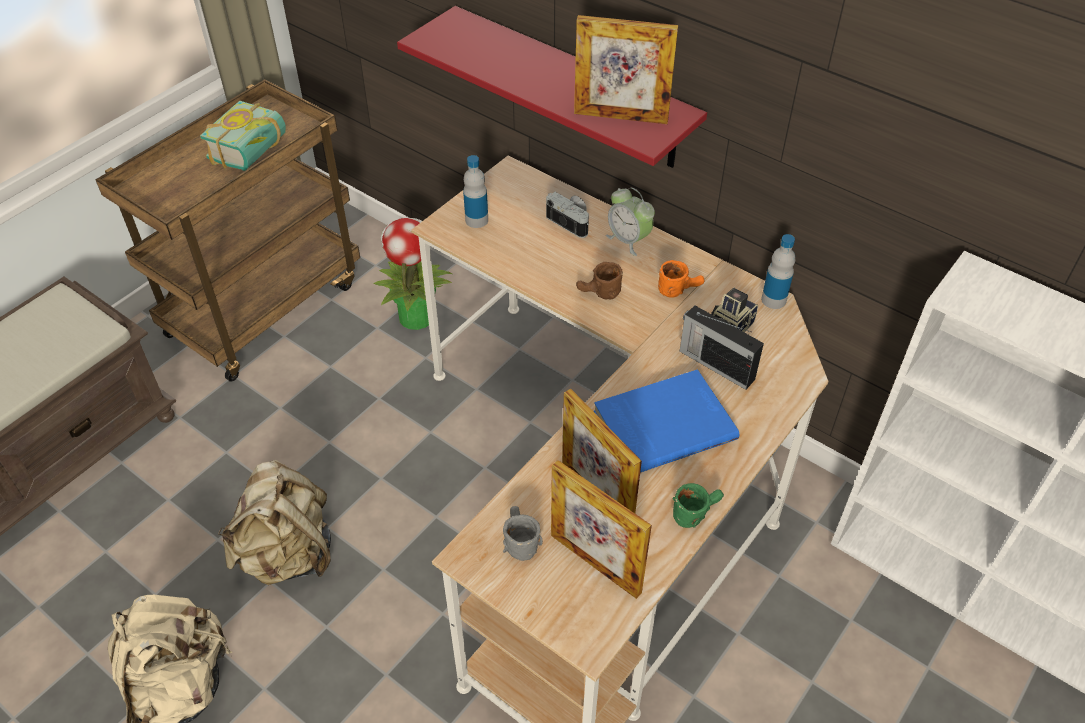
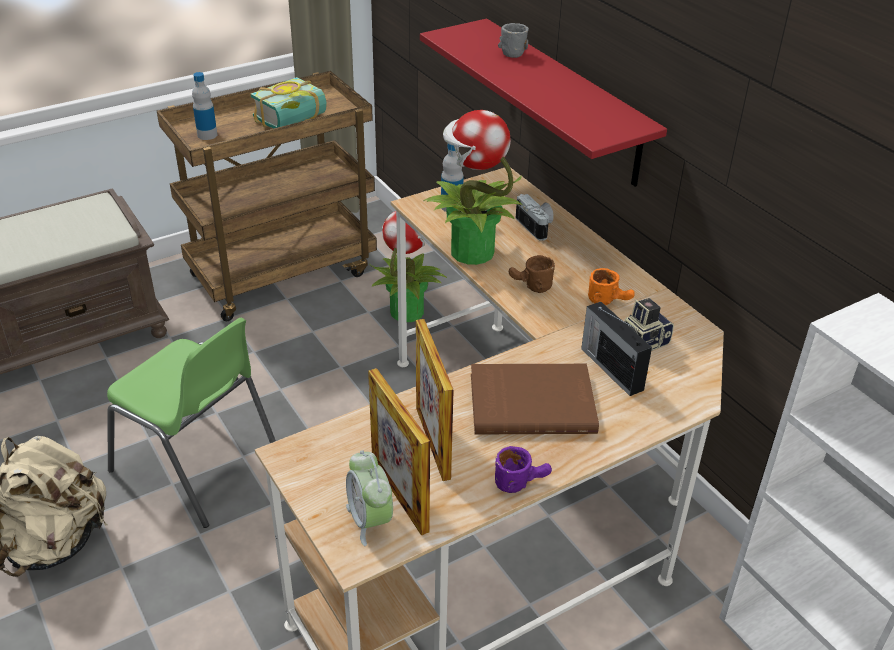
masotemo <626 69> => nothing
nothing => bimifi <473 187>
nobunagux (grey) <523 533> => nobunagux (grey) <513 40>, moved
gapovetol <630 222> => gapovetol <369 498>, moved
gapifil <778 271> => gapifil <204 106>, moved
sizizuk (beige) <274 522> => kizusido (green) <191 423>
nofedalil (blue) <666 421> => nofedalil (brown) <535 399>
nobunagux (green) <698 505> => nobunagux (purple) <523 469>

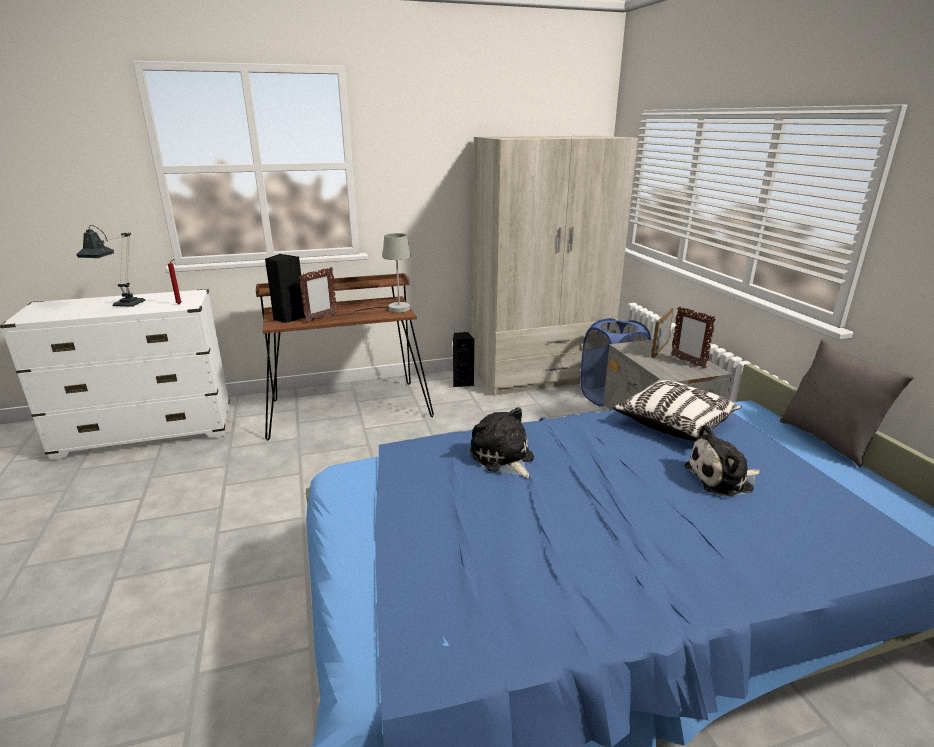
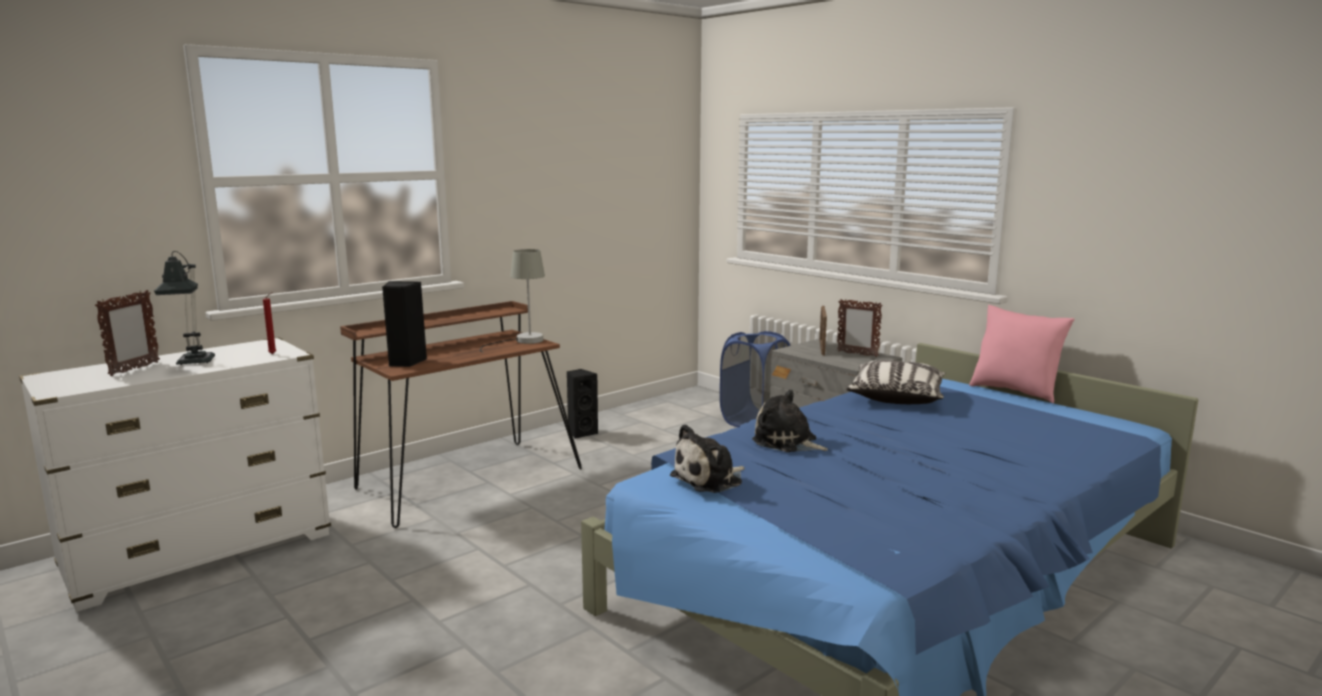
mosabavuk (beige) <555 266> => nothing
masotemo <318 294> => masotemo <127 333>, moved
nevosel <722 461> => nevosel <707 458>, moved
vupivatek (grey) <847 403> => vupivatek (pink) <1022 354>

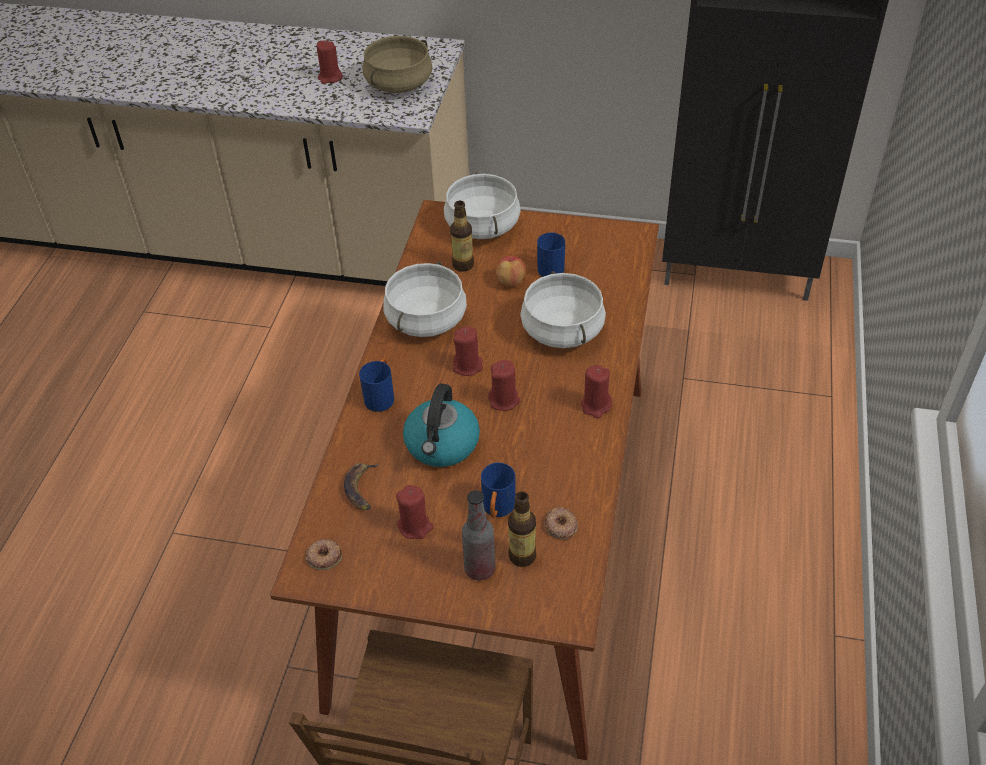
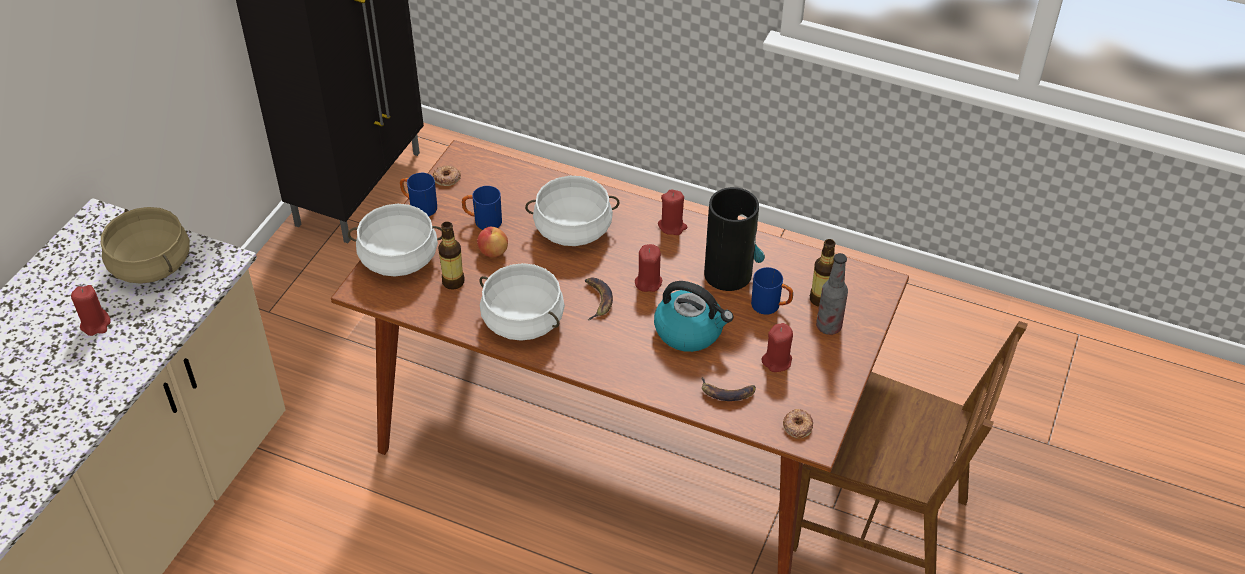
nothing => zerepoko <734 239>
nobunagux (blue) <376 385> => nobunagux (blue) <418 195>, moved
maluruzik <561 523> => maluruzik <447 175>, moved
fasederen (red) <468 351> => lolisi <599 299>

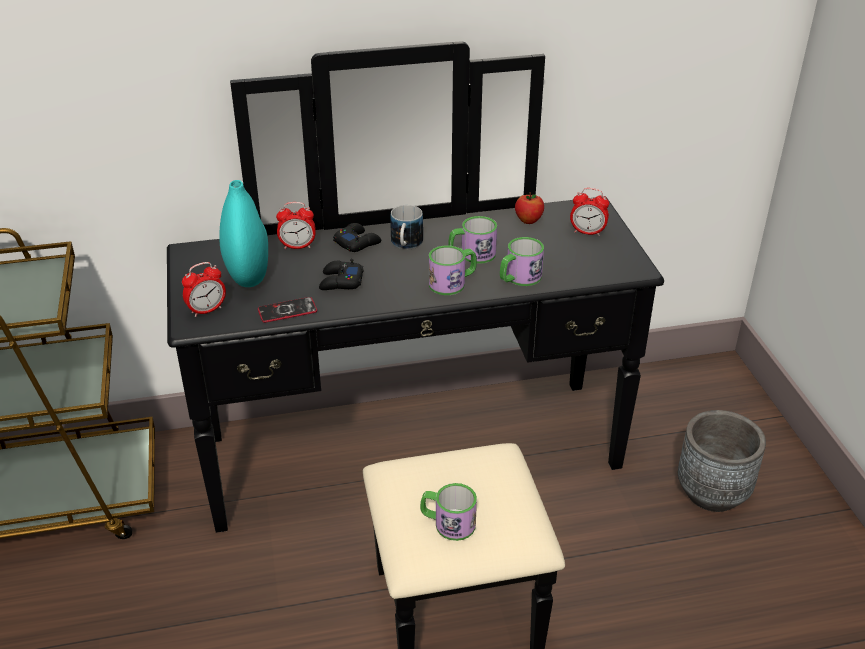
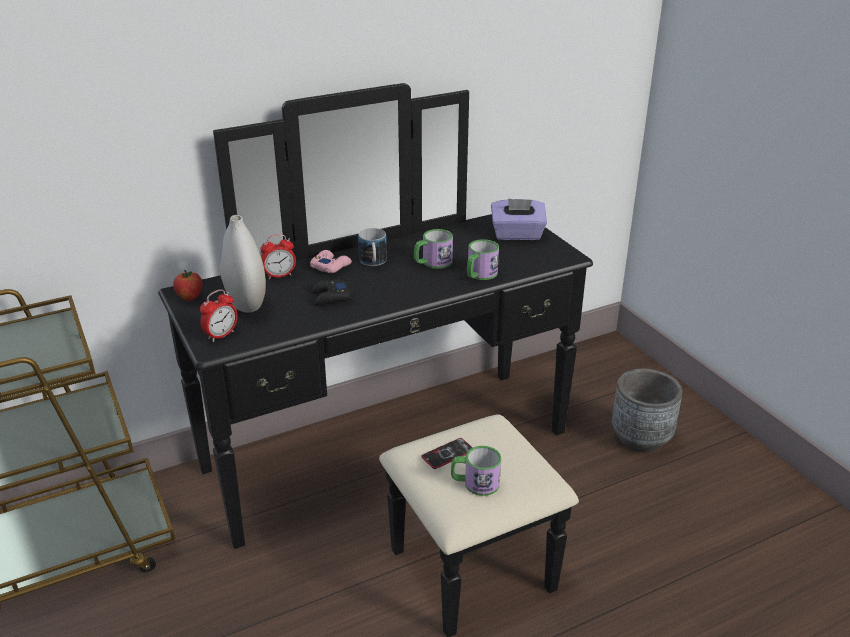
nobunagux <453 270> => nothing
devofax <287 310> => devofax <447 453>, moved
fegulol <529 208> => fegulol <187 285>, moved
gapovetol <589 212> => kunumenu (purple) <519 219>
zerepoko (turquoise) <243 233> => zerepoko (white) <243 264>
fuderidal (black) <357 237> => fuderidal (pink) <331 261>

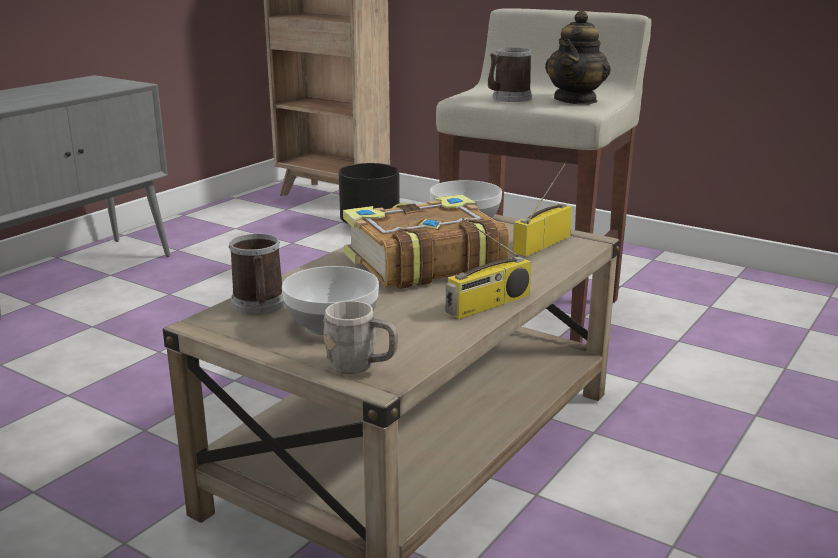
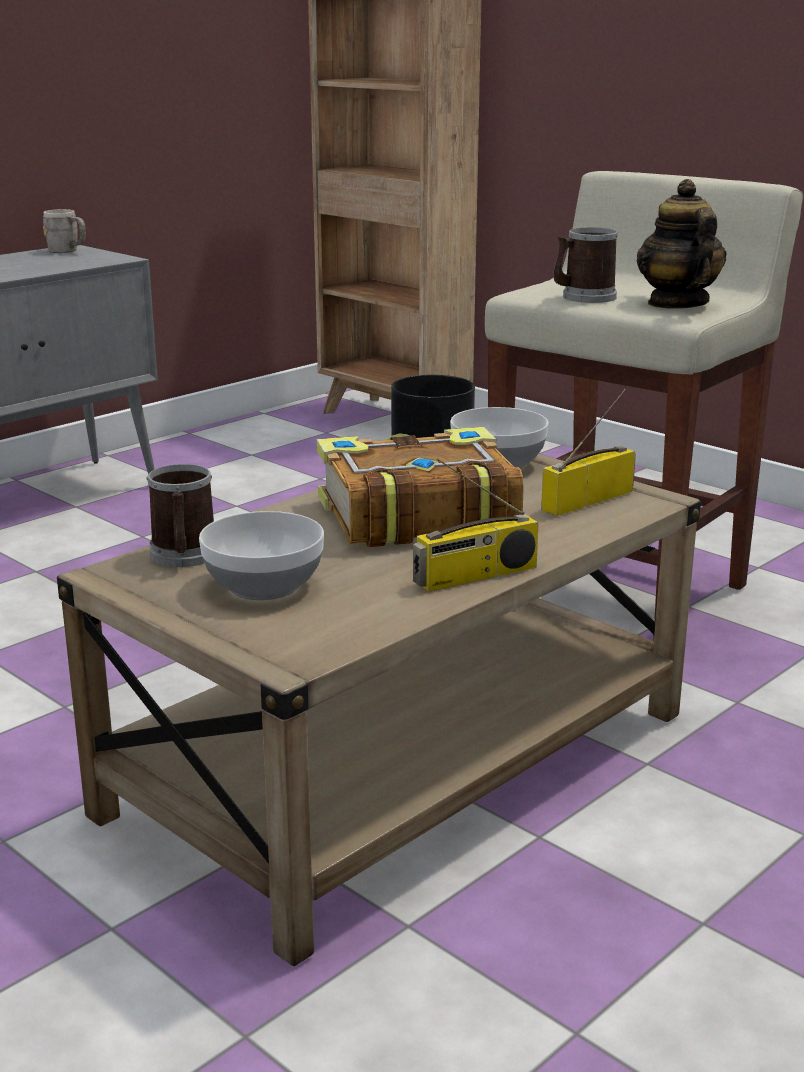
nobunagux (grey) <360 337> => nobunagux (grey) <64 231>, moved
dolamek <578 57> => dolamek <681 244>, 135 degrees clockwise

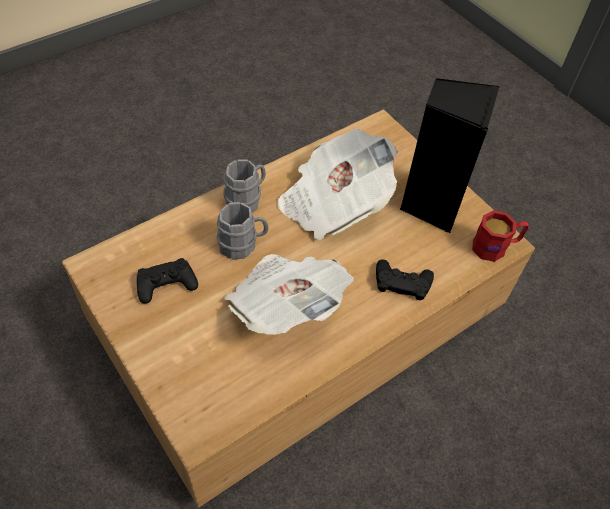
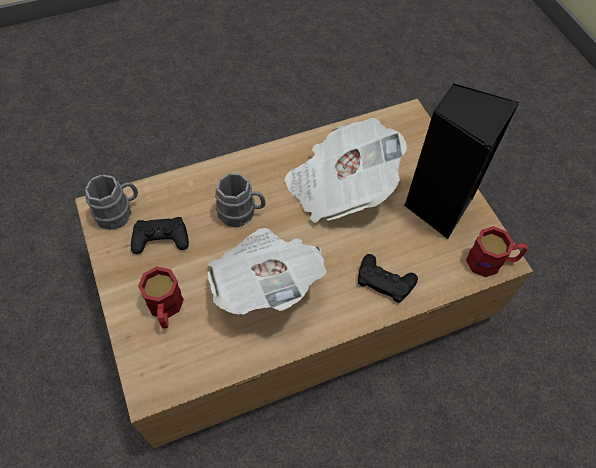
nothing => nobunagux (red) <161 298>
nobunagux (grey) <244 186> => nobunagux (grey) <111 202>, moved

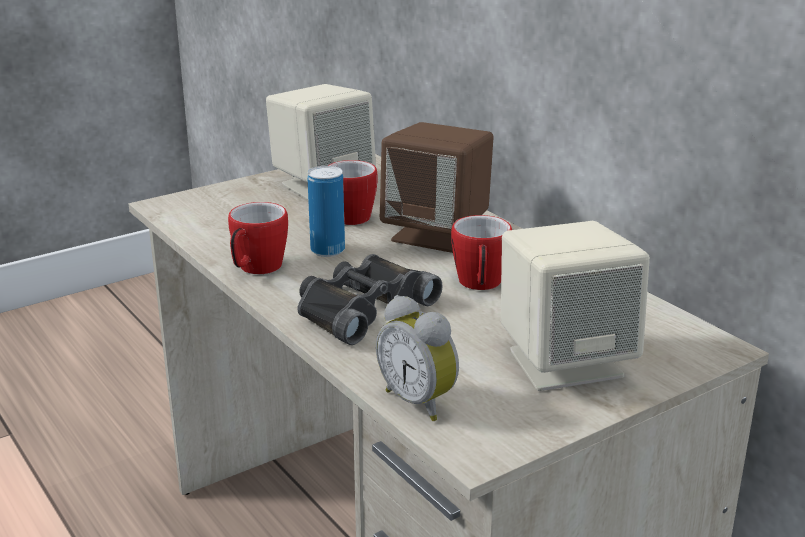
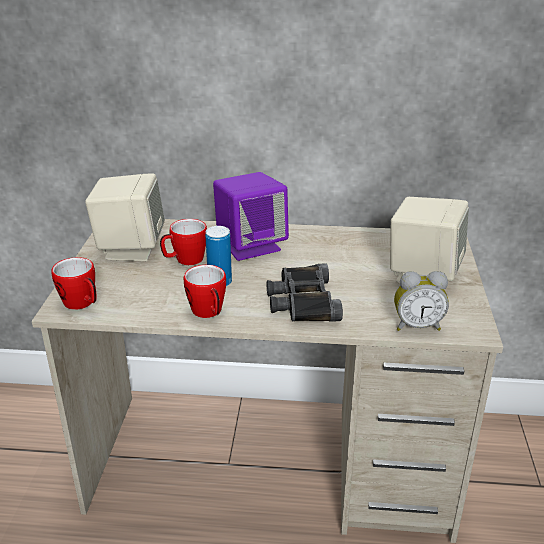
nobunagux <481 252> => nobunagux <73 283>, moved
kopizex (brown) <437 187> => kopizex (purple) <251 216>

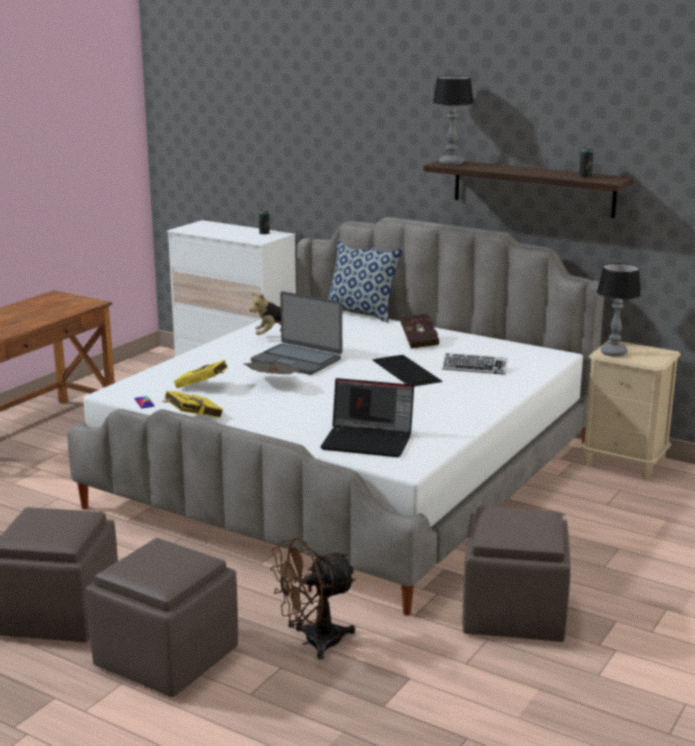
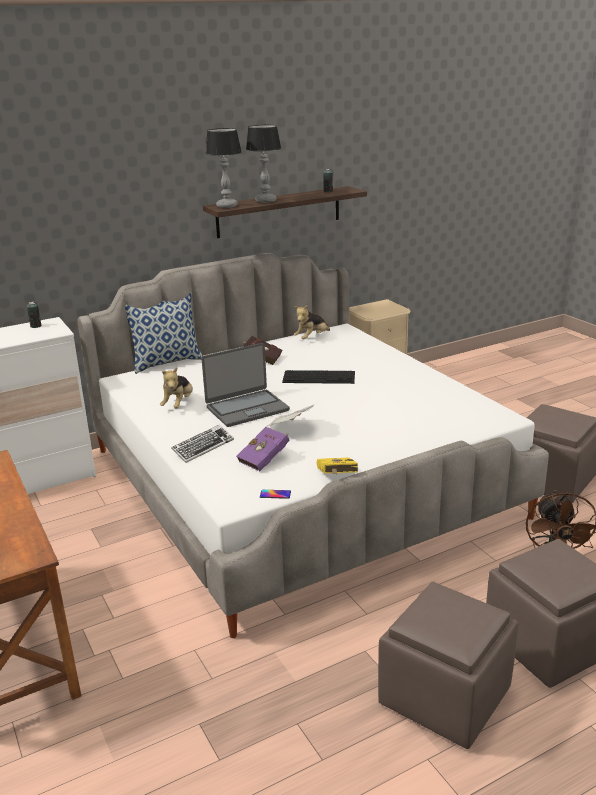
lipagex <367 417> => nothing
nothing => nevosel <312 322>
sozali <475 364> => sozali <202 443>, moved
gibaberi <619 310> => gibaberi <263 164>, moved
nofedalil (yellow) <201 374> => nofedalil (purple) <263 449>

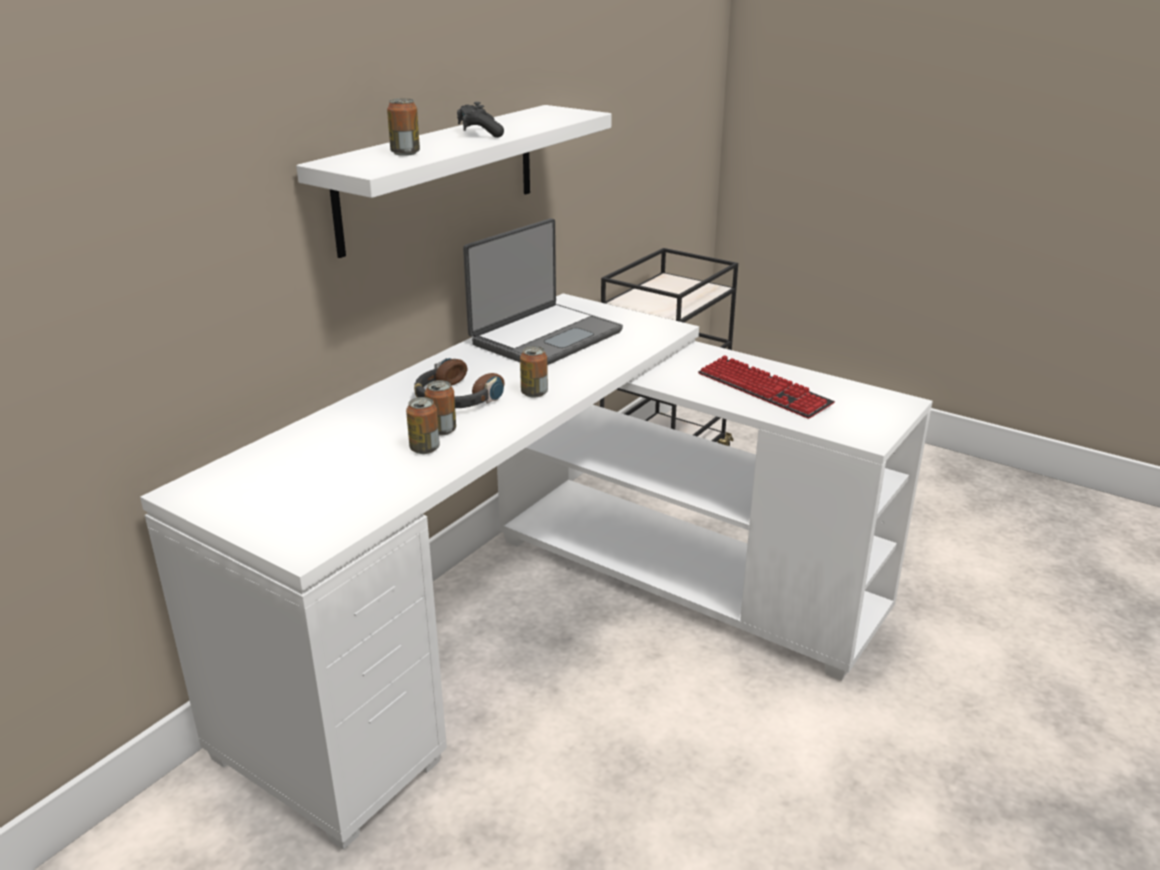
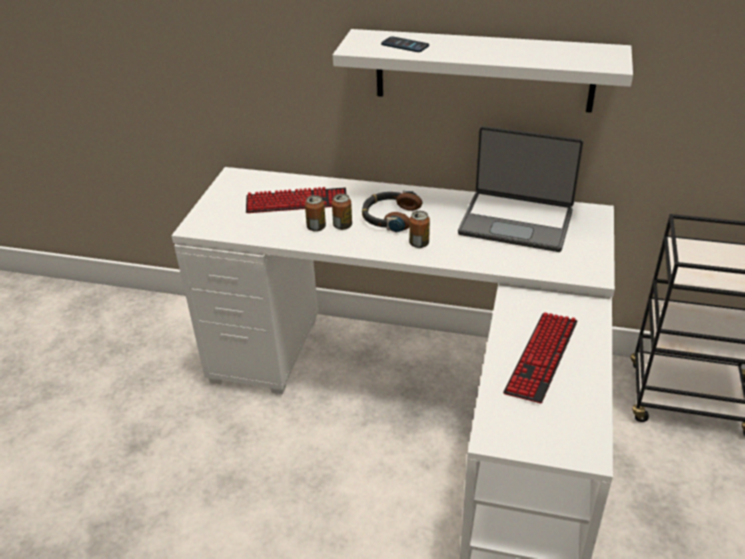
fuderidal (black) <480 120> => nothing
nothing => sozali <296 200>
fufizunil <403 127> => devofax <405 44>

